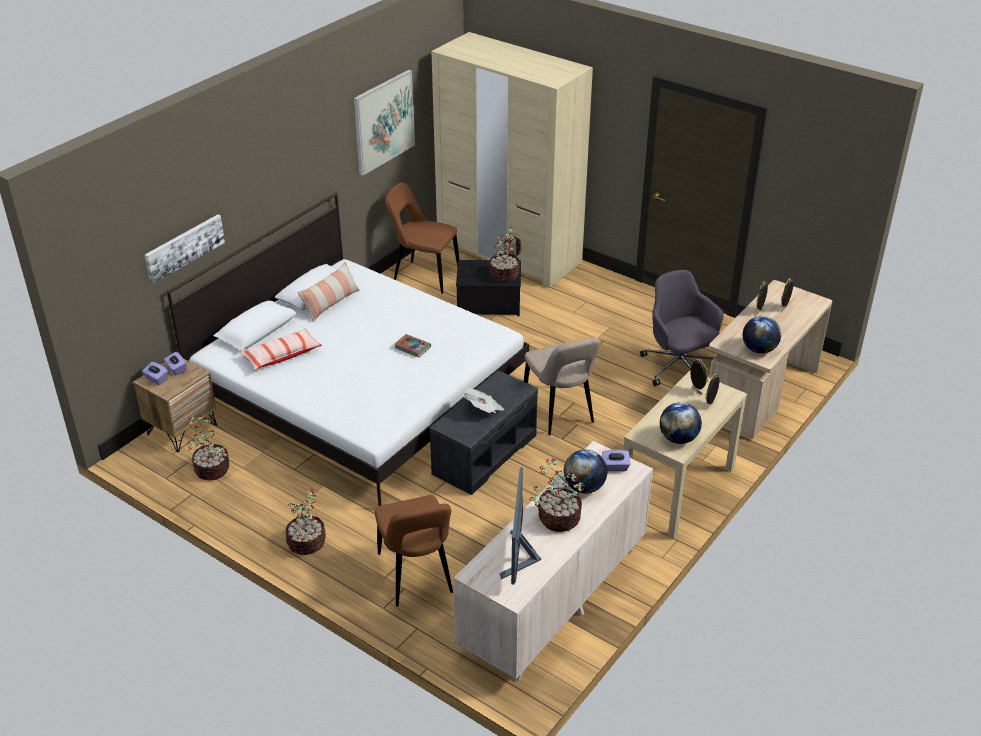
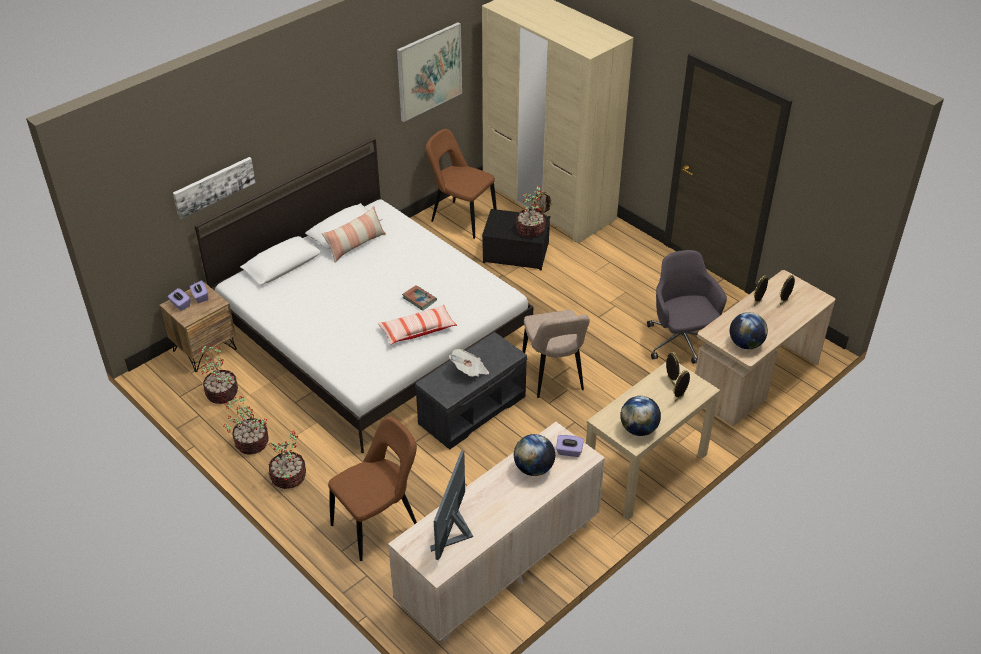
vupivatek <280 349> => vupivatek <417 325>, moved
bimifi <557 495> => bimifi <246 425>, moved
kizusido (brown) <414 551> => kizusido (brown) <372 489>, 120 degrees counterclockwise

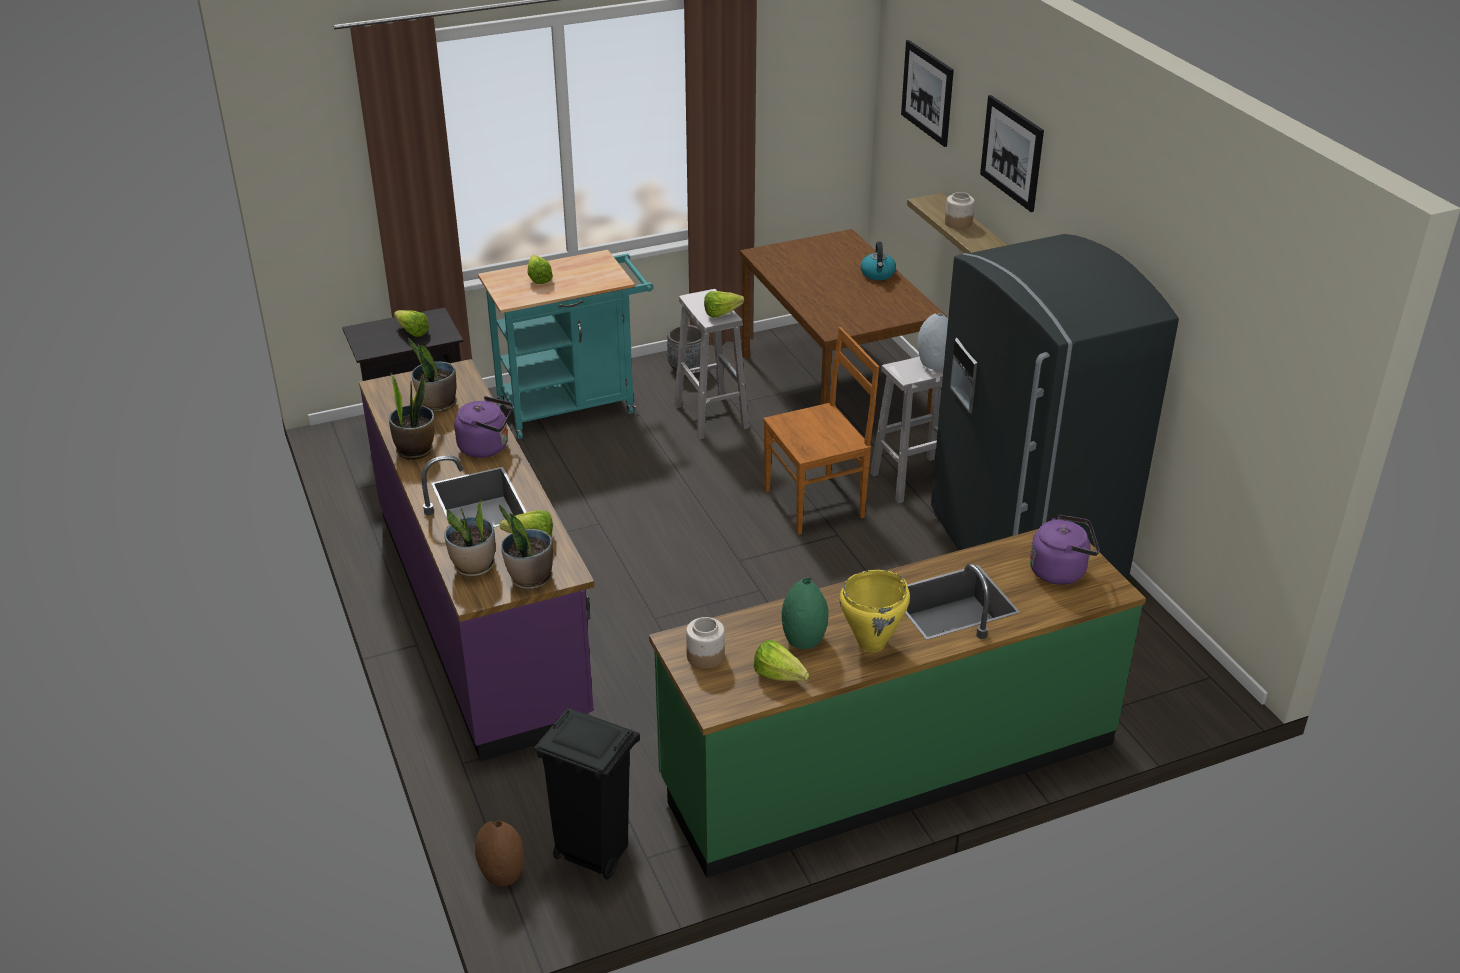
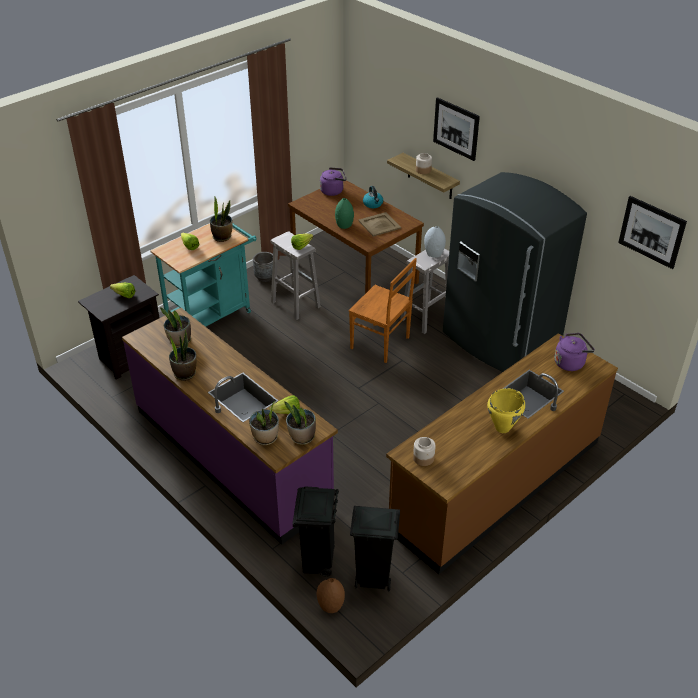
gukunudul <781 660> => nothing
nothing => bimifi <221 219>
nothing => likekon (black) <316 531>
nothing => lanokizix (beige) <379 224>
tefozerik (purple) <483 427> => tefozerik (purple) <333 181>, moved
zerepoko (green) <805 613> => zerepoko (green) <344 213>, moved
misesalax <927 93> => misesalax <652 232>, moved
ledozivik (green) <897 703> => ledozivik (brown) <502 453>
kizusido (brown) <821 431> => kizusido (brown) <383 310>, 75 degrees clockwise

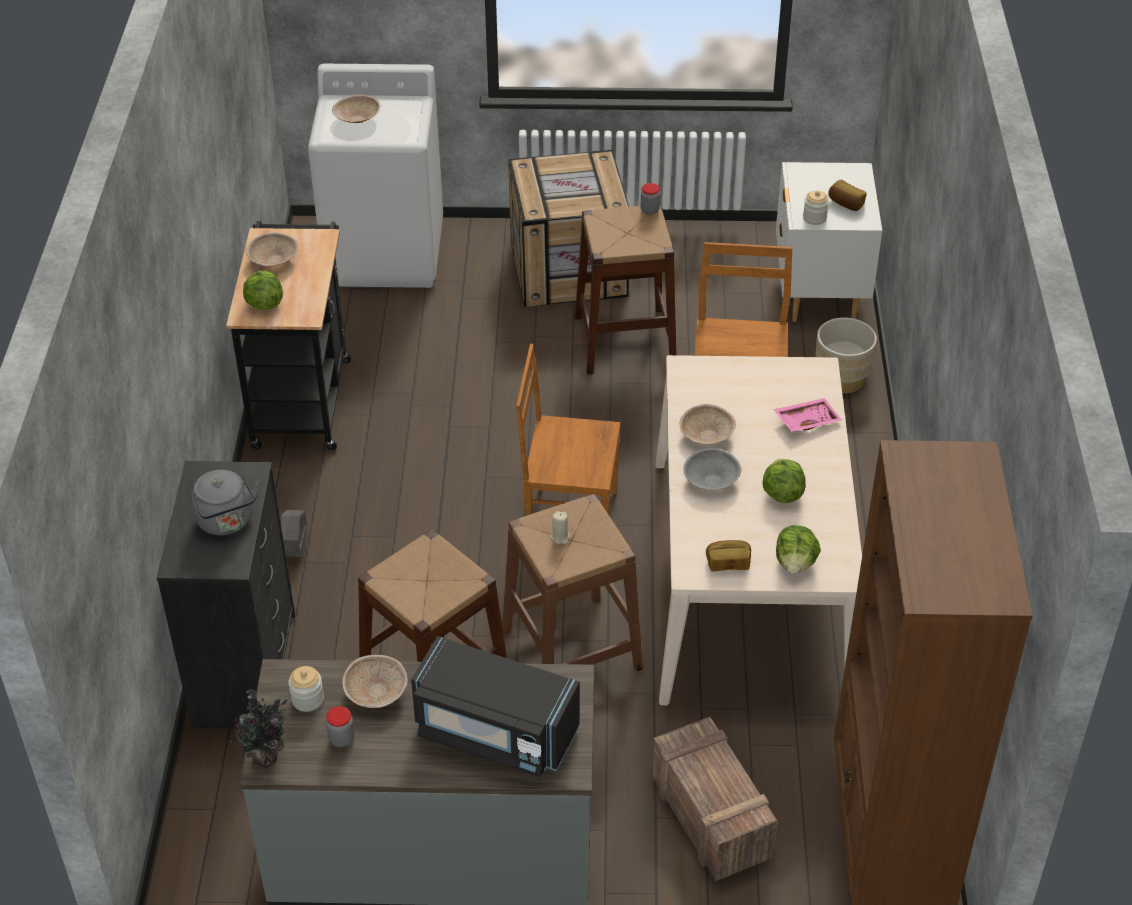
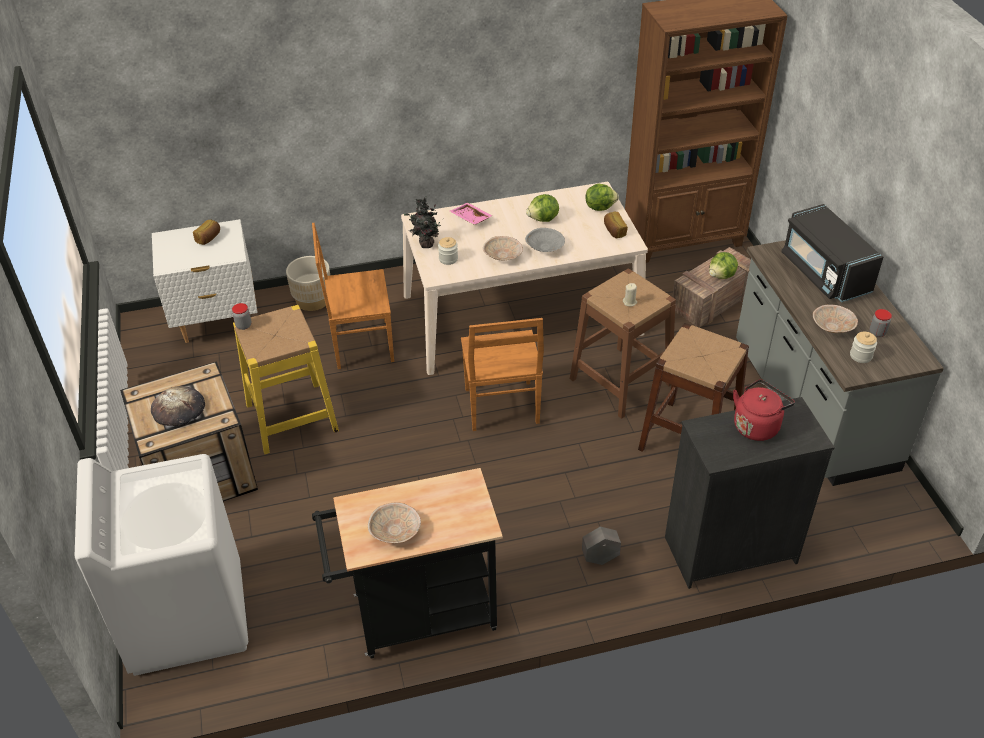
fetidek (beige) <356 108> => nothing
nothing => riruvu <178 406>
bimifi <259 728> => bimifi <424 221>, moved
gukunudul <263 290> => gukunudul <723 265>, moved
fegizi <816 207> => fegizi <448 251>, moved
tefozerik (grey) <225 502> => tefozerik (red) <764 410>
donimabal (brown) <625 289> => donimabal (yellow) <286 379>
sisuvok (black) <495 706> => sisuvok (black) <832 253>, 150 degrees clockwise

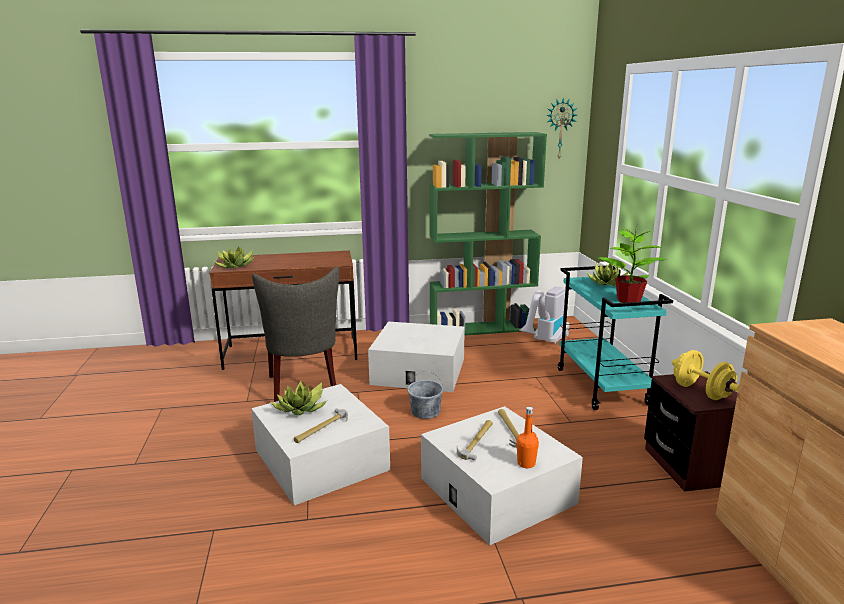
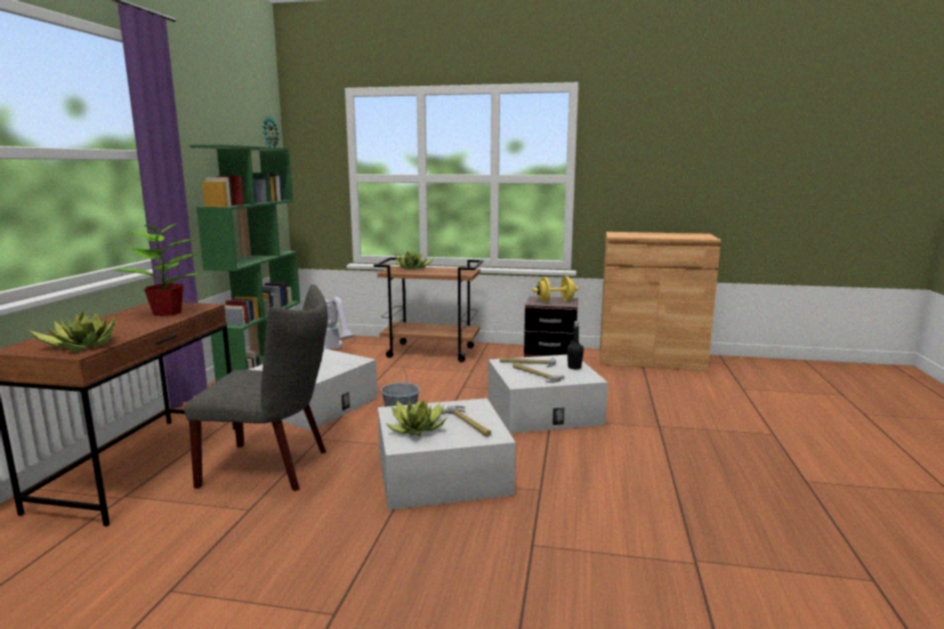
bimifi <632 264> => bimifi <155 267>, moved
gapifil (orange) <528 437> => gapifil (black) <575 345>
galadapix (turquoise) <615 337> => galadapix (brown) <428 309>

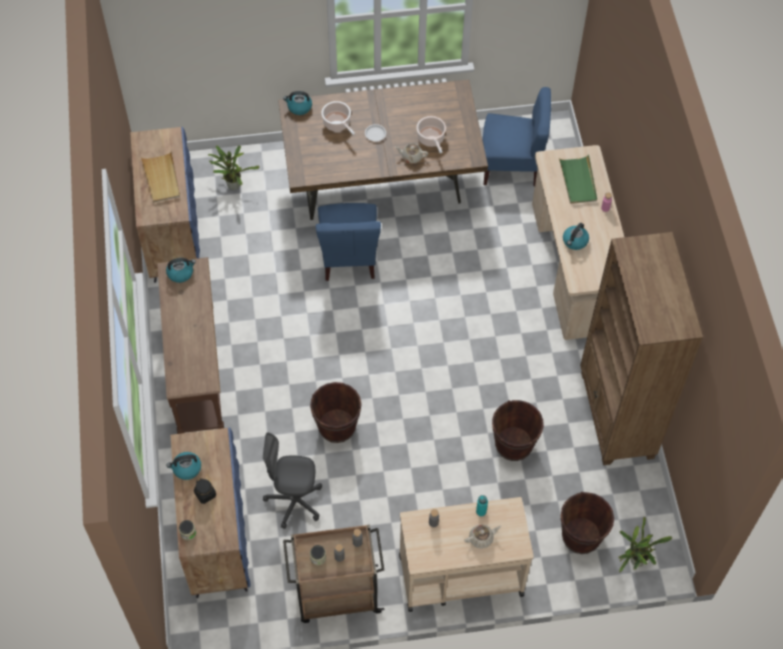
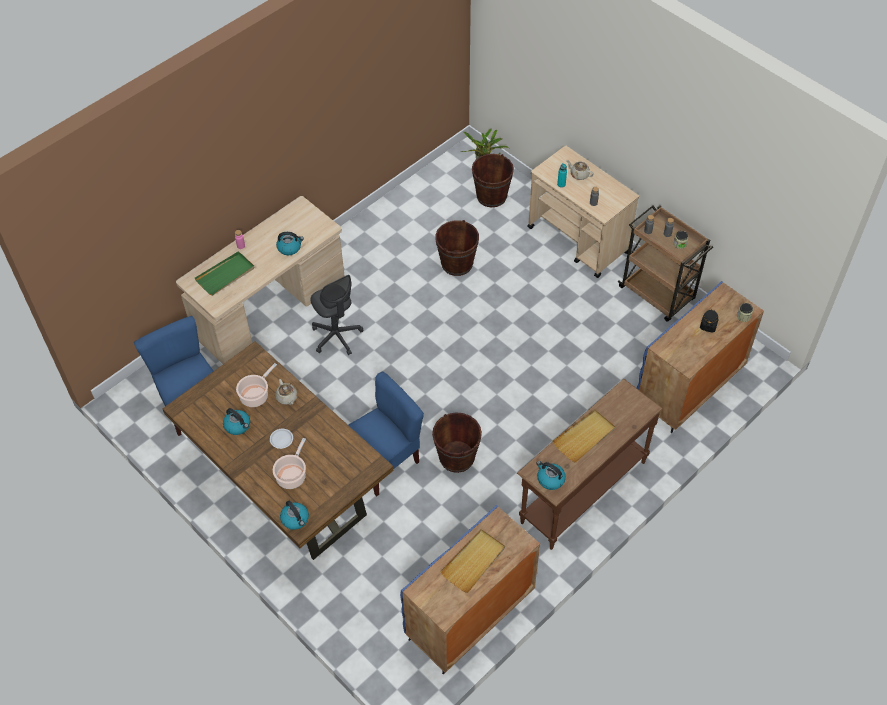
bimifi <233 167> => nothing
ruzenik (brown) <641 348> => nothing
nothing => lanokizix (beige) <584 436>
tefozerik <184 466> => tefozerik <236 421>, moved
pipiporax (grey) <292 480> => pipiporax (grey) <336 315>, moved
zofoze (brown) <336 412> => zofoze (brown) <457 442>, moved

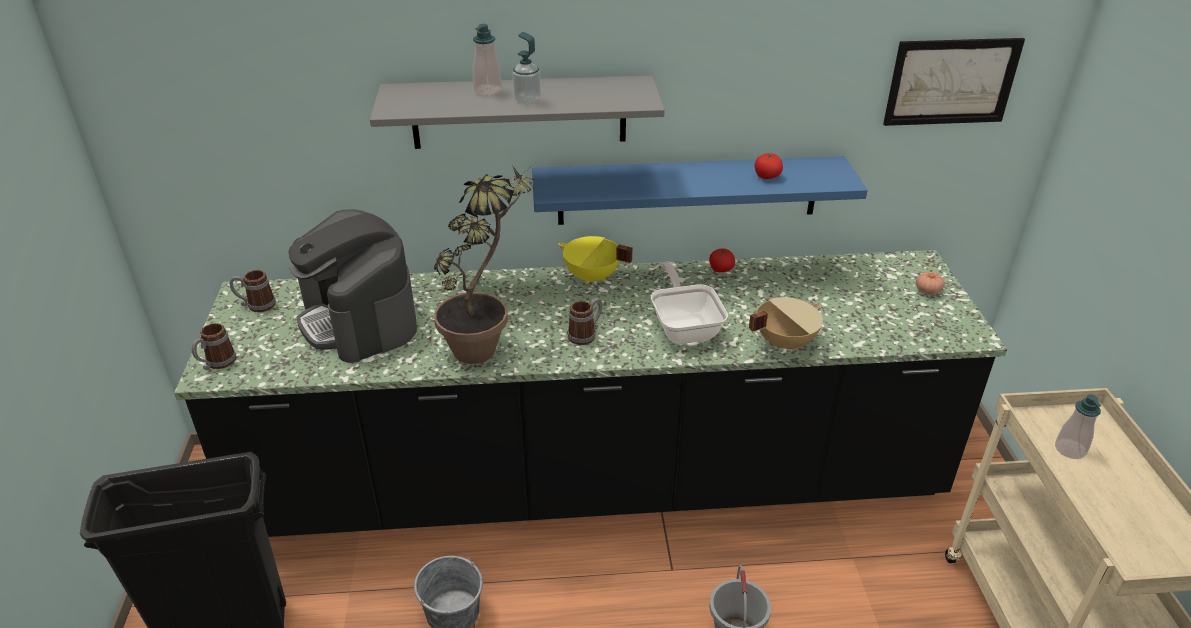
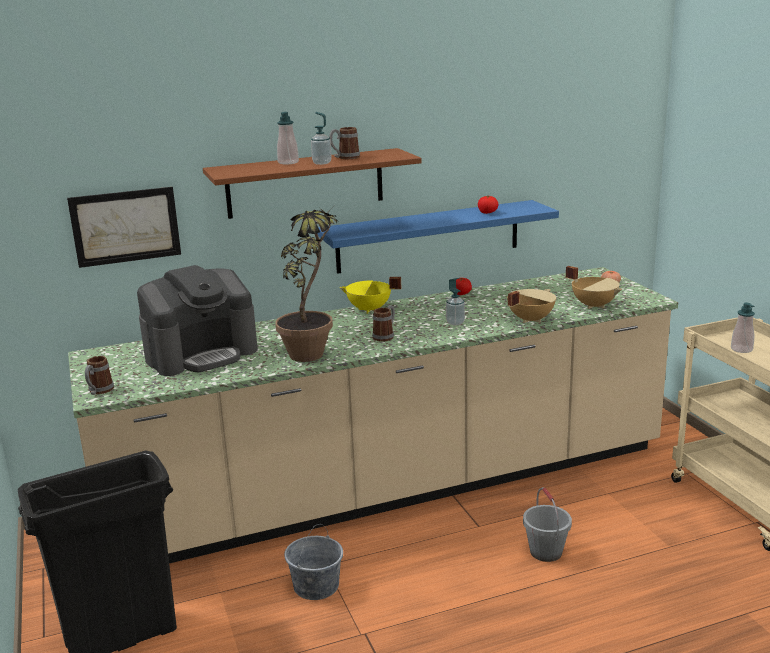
nothing => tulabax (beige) <594 287>
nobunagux <253 291> => nobunagux <344 143>, moved
misesalax <954 82> => misesalax <124 227>, moved
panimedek <689 303> => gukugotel <455 301>
ledozivik (black) <590 393> => ledozivik (beige) <373 415>
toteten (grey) <517 112> => toteten (brown) <312 183>
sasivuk <352 286> => sasivuk <197 320>, 75 degrees counterclockwise

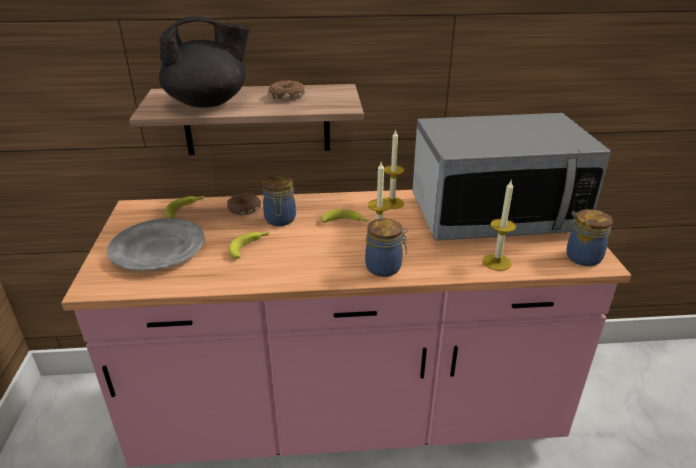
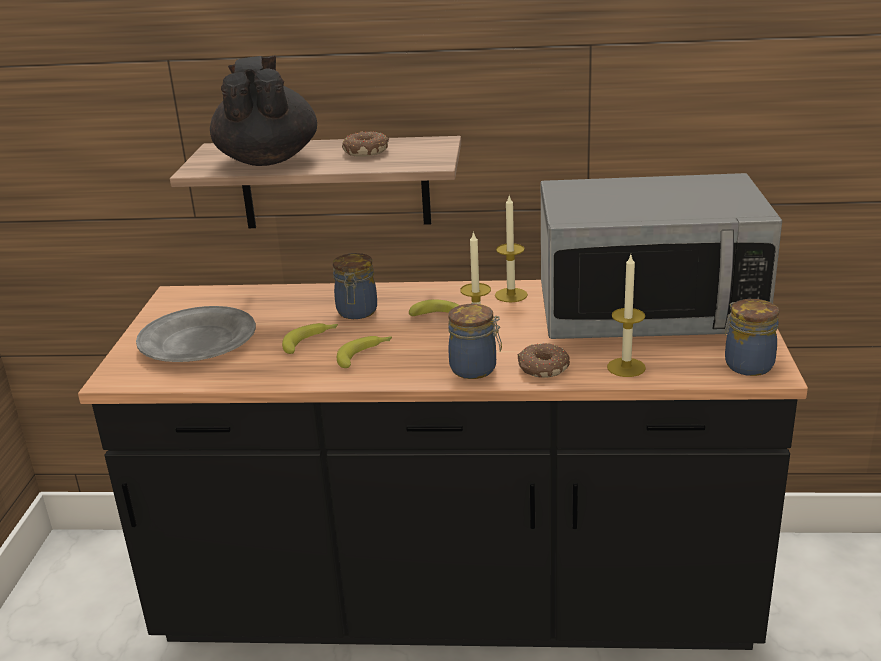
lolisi <184 207> => lolisi <364 352>, moved
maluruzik <244 204> => maluruzik <544 360>, moved
ledozivik (pink) <346 328> => ledozivik (black) <443 465>
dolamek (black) <204 62> => dolamek (black) <263 110>, 90 degrees counterclockwise

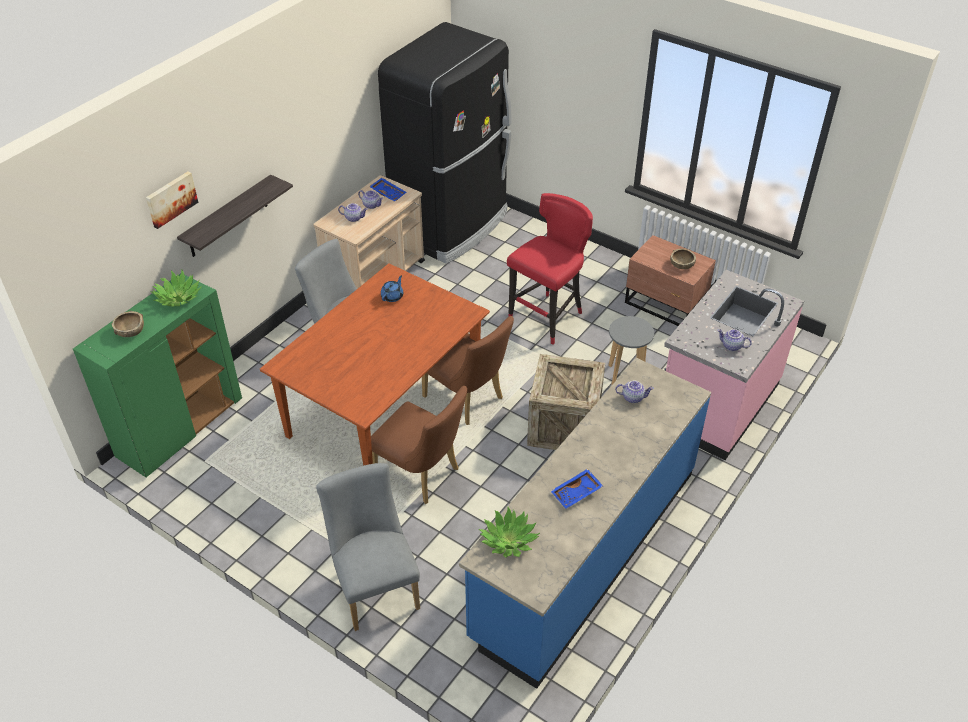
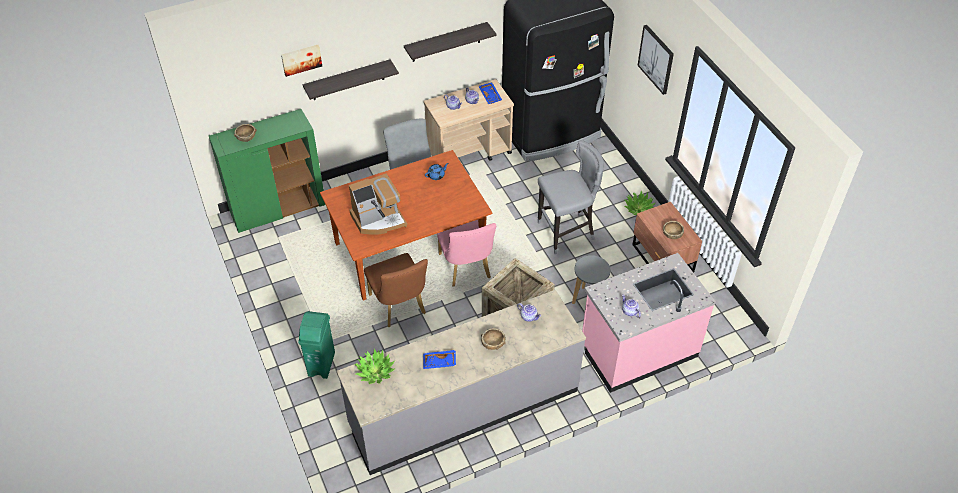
nothing => sasivuk <378 204>
nothing => toteten <450 42>
nothing => fetidek (brown) <493 339>
nothing => misesalax <655 60>
bimifi <176 288> => bimifi <639 203>, moved
kizusido (grey) <368 547> => likekon (green) <316 345>
kizusido (brown) <468 370> => kizusido (pink) <466 253>
ledozivik (blue) <585 523> => ledozivik (grey) <461 382>
donimabal (red) <550 269> => donimabal (grey) <571 197>

